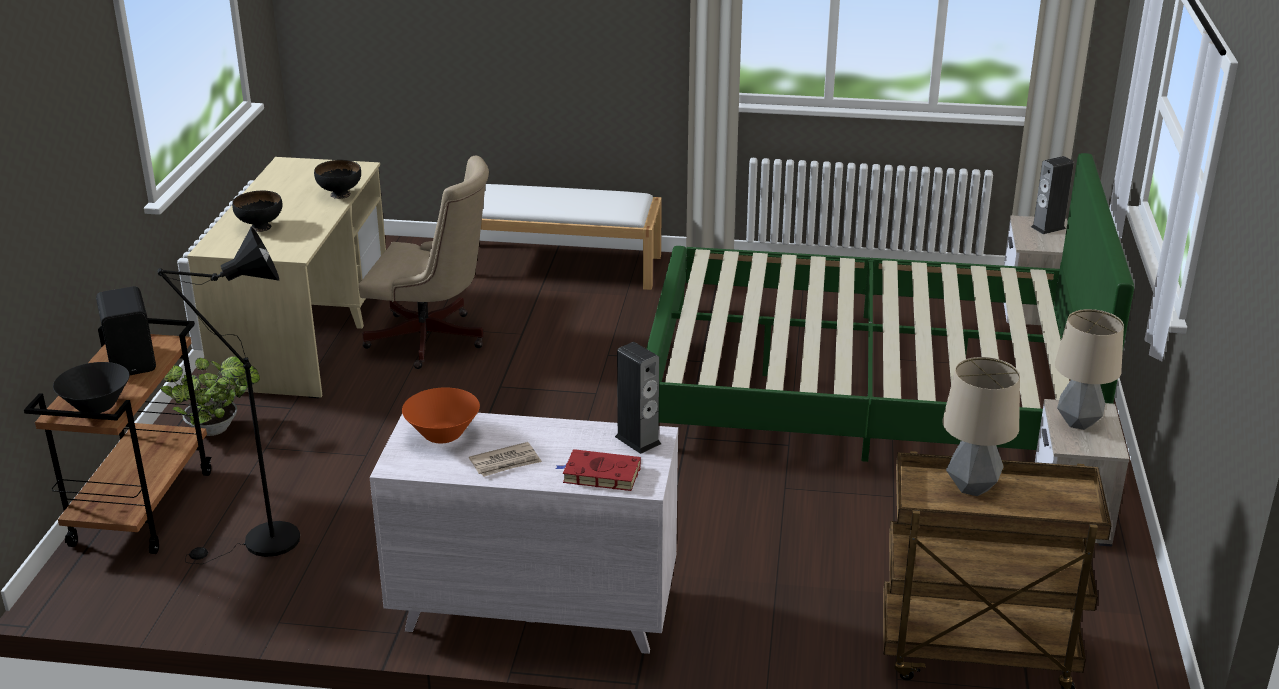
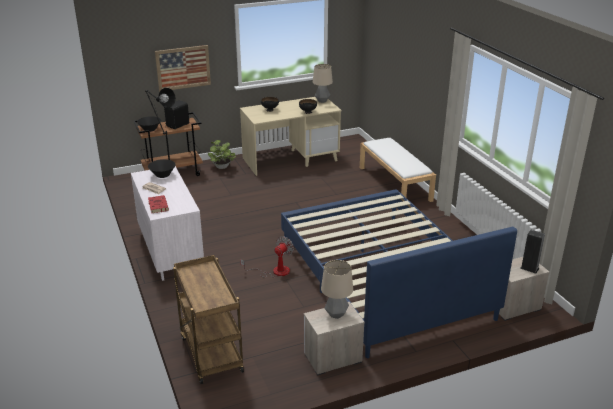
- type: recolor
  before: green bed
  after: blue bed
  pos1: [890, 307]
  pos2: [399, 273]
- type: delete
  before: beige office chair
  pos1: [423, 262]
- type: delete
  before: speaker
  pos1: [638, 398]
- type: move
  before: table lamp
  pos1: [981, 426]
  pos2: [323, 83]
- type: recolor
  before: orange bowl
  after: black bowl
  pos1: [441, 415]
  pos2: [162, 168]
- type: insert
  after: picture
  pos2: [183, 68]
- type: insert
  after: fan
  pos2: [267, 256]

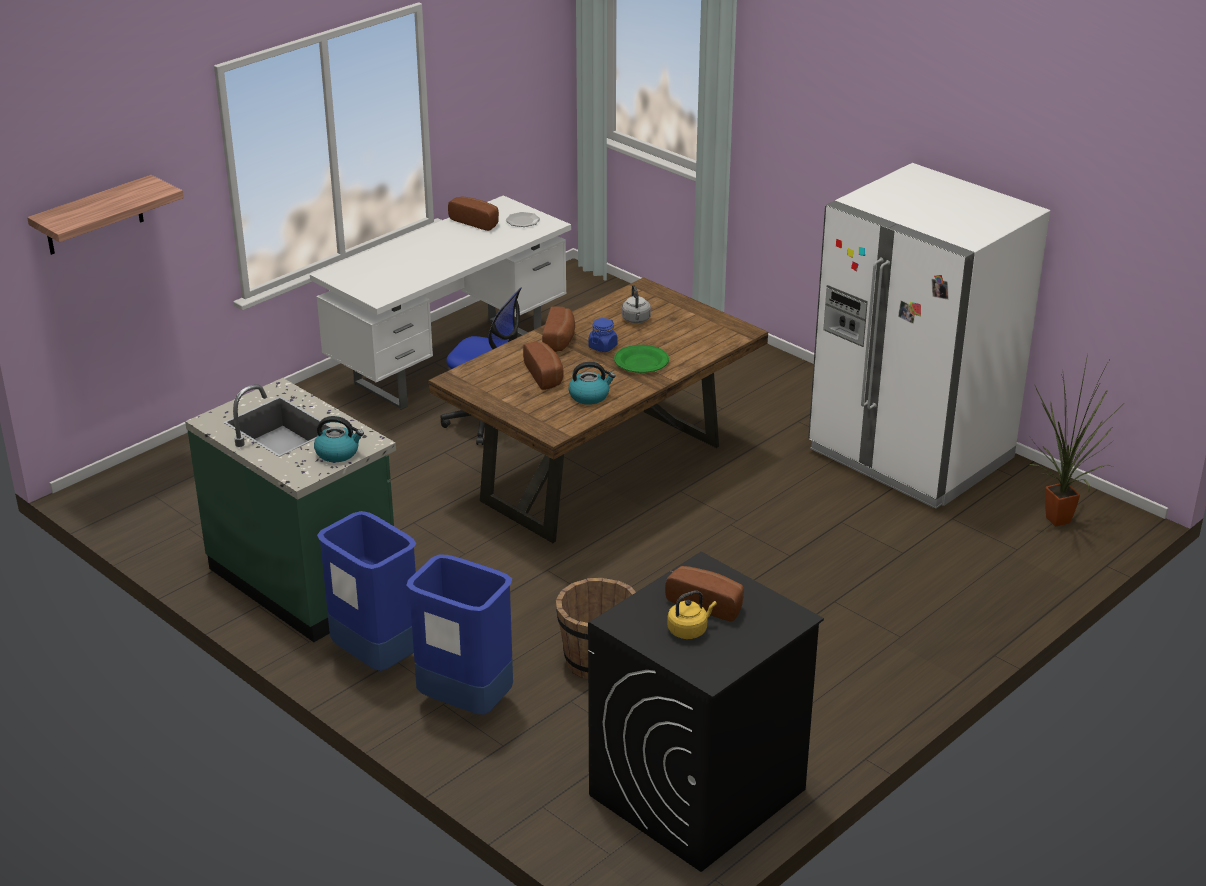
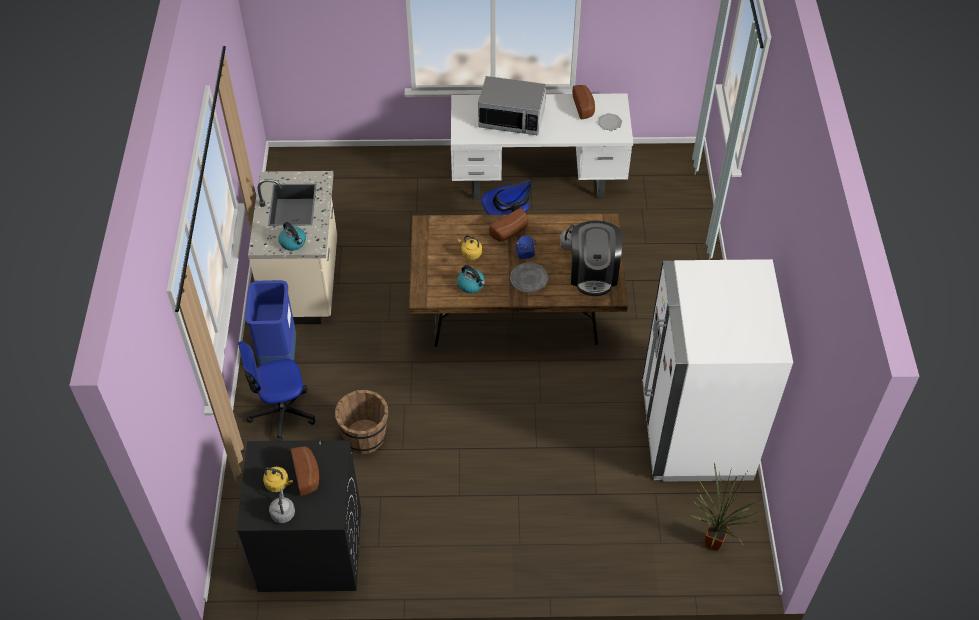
- type: delete
  before: shelf
  pos1: [105, 215]
- type: replace
  before: bread
  after: yellow kettle
  pos1: [543, 366]
  pos2: [469, 247]
- type: recolor
  before: green plate
  after: grey plate
  pos1: [641, 359]
  pos2: [529, 278]
- type: recolor
  before: green counter
  after: beige counter
  pos1: [290, 510]
  pos2: [292, 247]
- type: replace
  before: blue trash can
  after: office chair
  pos1: [459, 634]
  pos2: [276, 391]
- type: insert
  after: microwave
  pos2: [512, 105]
- type: insert
  after: coffee machine
  pos2: [596, 258]
- type: insert
  after: grey kettle
  pos2: [282, 506]

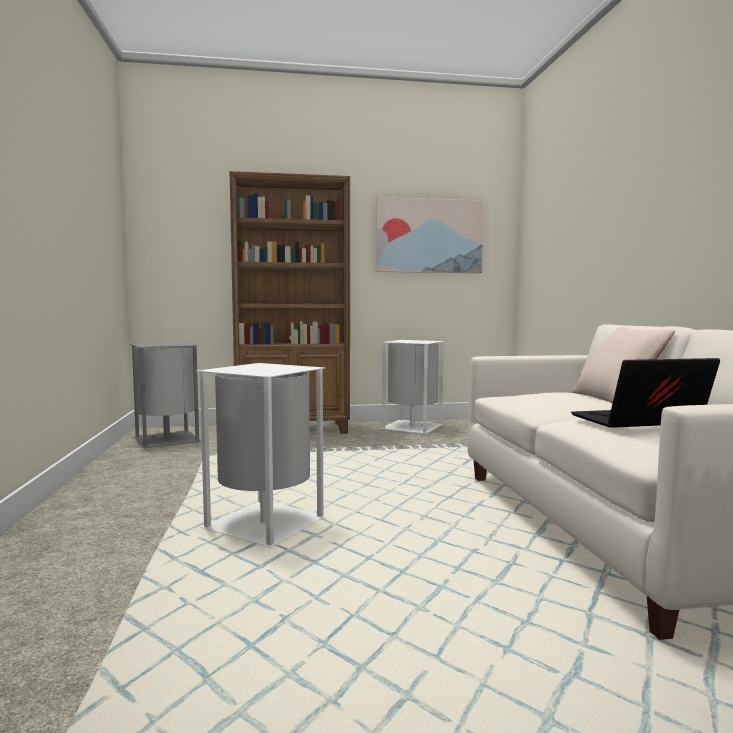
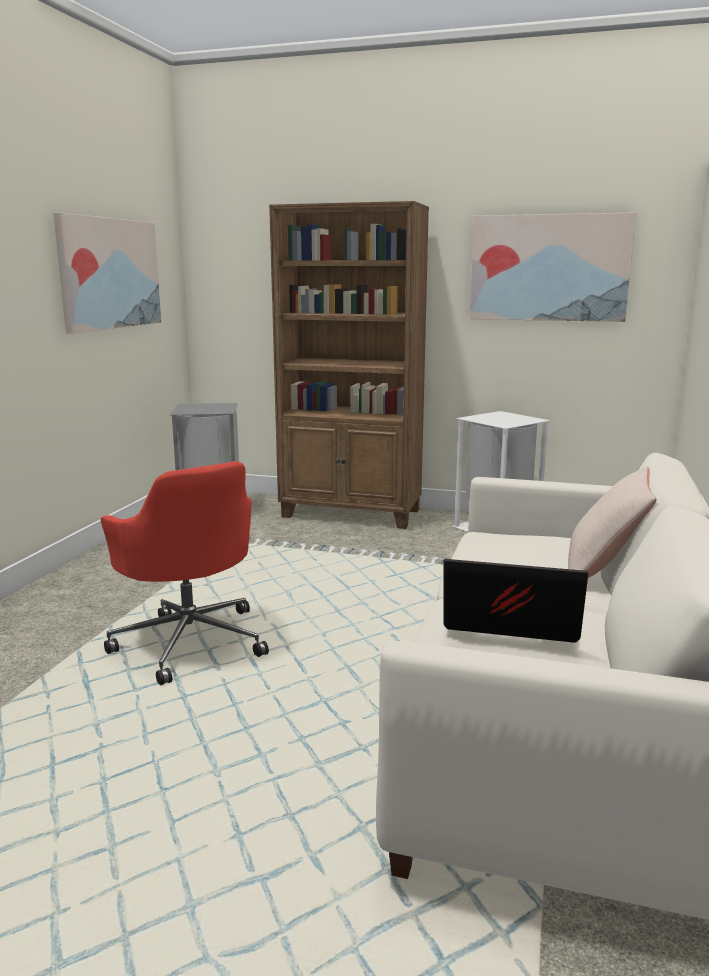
- type: replace
  before: white trash can
  after: red office chair
  pos1: [261, 455]
  pos2: [184, 573]
- type: insert
  after: picture
  pos2: [107, 273]

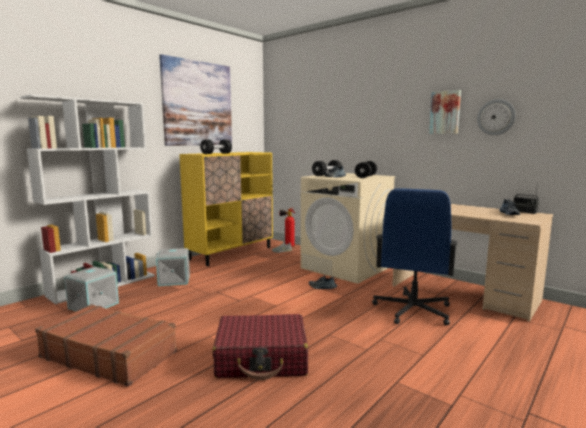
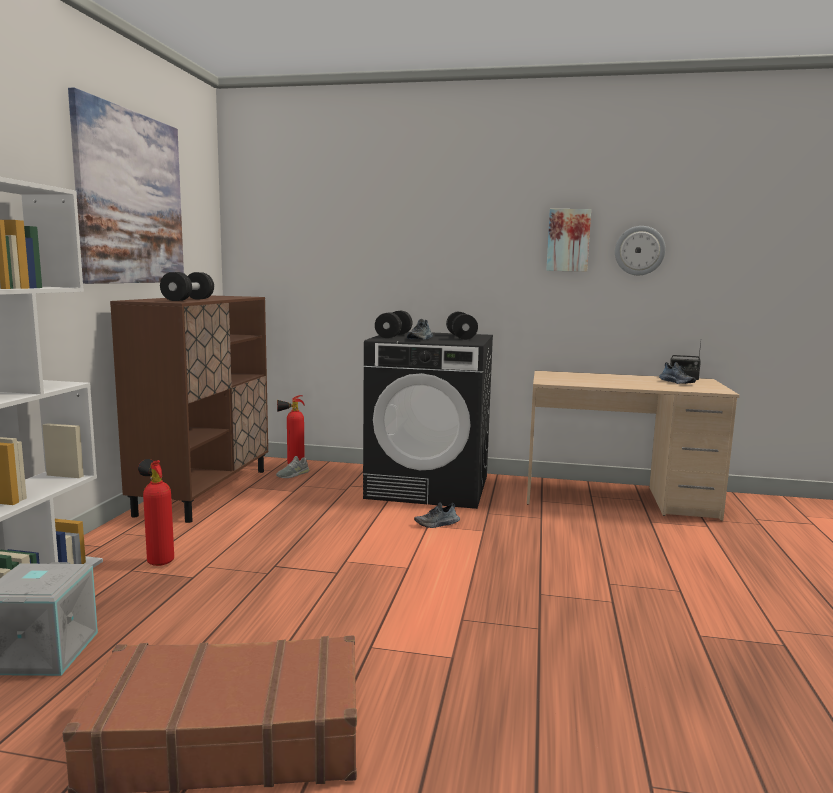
- type: recolor
  before: yellow cabinet
  after: brown cabinet
  pos1: [226, 209]
  pos2: [189, 409]
- type: recolor
  before: beige washing machine
  after: black washing machine
  pos1: [348, 228]
  pos2: [428, 420]
- type: delete
  before: blue office chair
  pos1: [414, 256]
- type: replace
  before: grey storage box
  after: fire extinguisher
  pos1: [173, 267]
  pos2: [156, 512]
- type: delete
  before: red suitcase
  pos1: [260, 347]

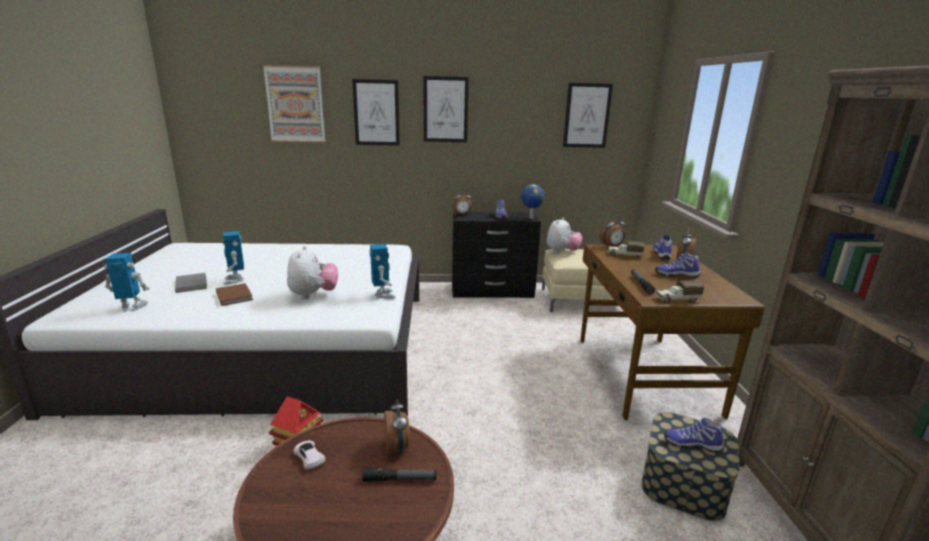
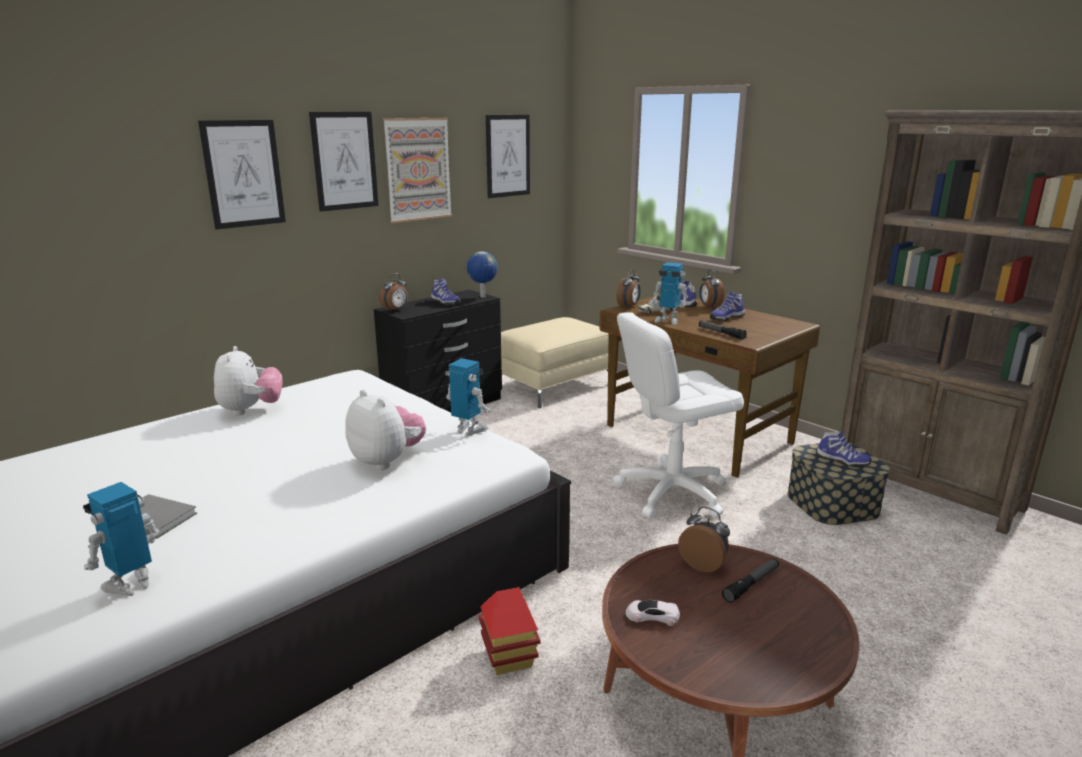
- type: move
  before: picture
  pos1: [294, 104]
  pos2: [417, 170]
- type: move
  before: plush toy
  pos1: [564, 235]
  pos2: [248, 381]
- type: move
  before: toy robot
  pos1: [233, 258]
  pos2: [669, 293]
- type: delete
  before: toy truck
  pos1: [679, 291]
- type: delete
  before: brown book
  pos1: [234, 294]
- type: rotate
  before: shoe
  pos1: [694, 435]
  pos2: [844, 449]
  turn: -120
- type: insert
  after: white office chair
  pos2: [678, 415]

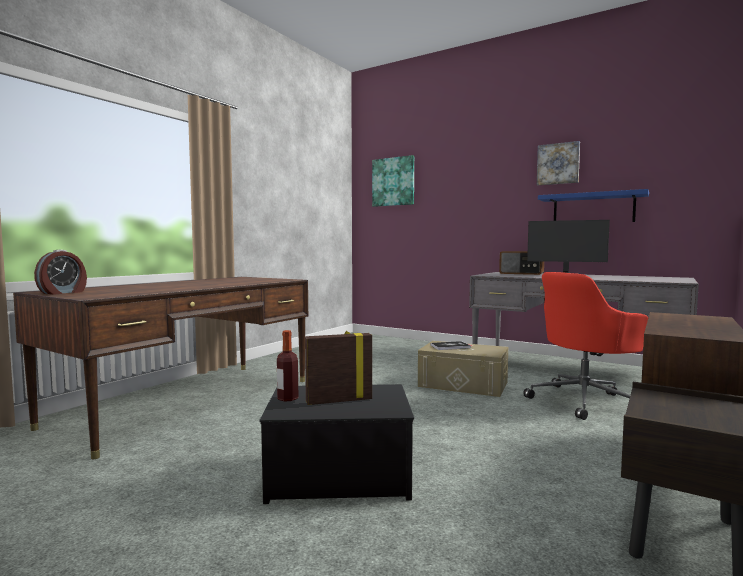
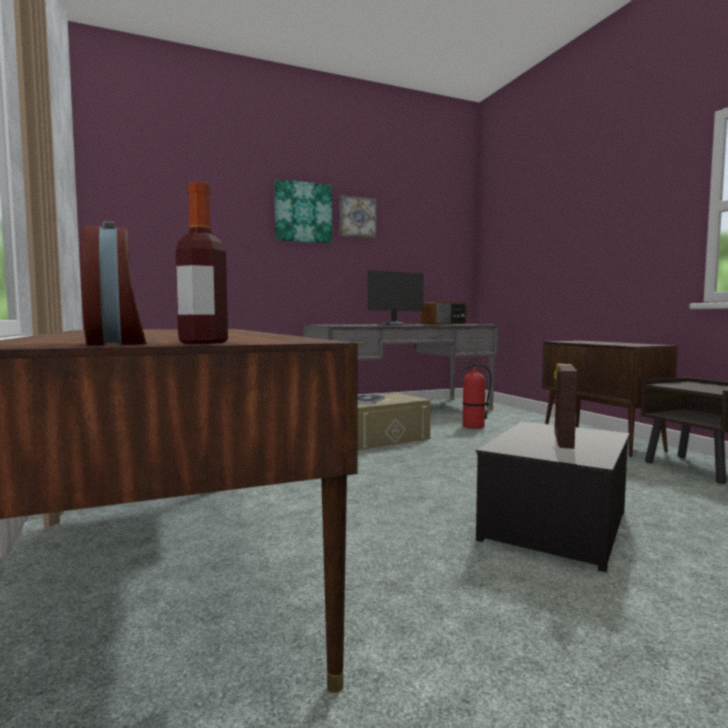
- type: move
  before: picture
  pos1: [393, 181]
  pos2: [303, 211]
- type: delete
  before: blue shelf
  pos1: [593, 205]
- type: move
  before: radio
  pos1: [521, 263]
  pos2: [444, 313]
- type: replace
  before: red office chair
  after: fire extinguisher
  pos1: [585, 346]
  pos2: [475, 395]
- type: move
  before: bottle
  pos1: [287, 366]
  pos2: [201, 262]

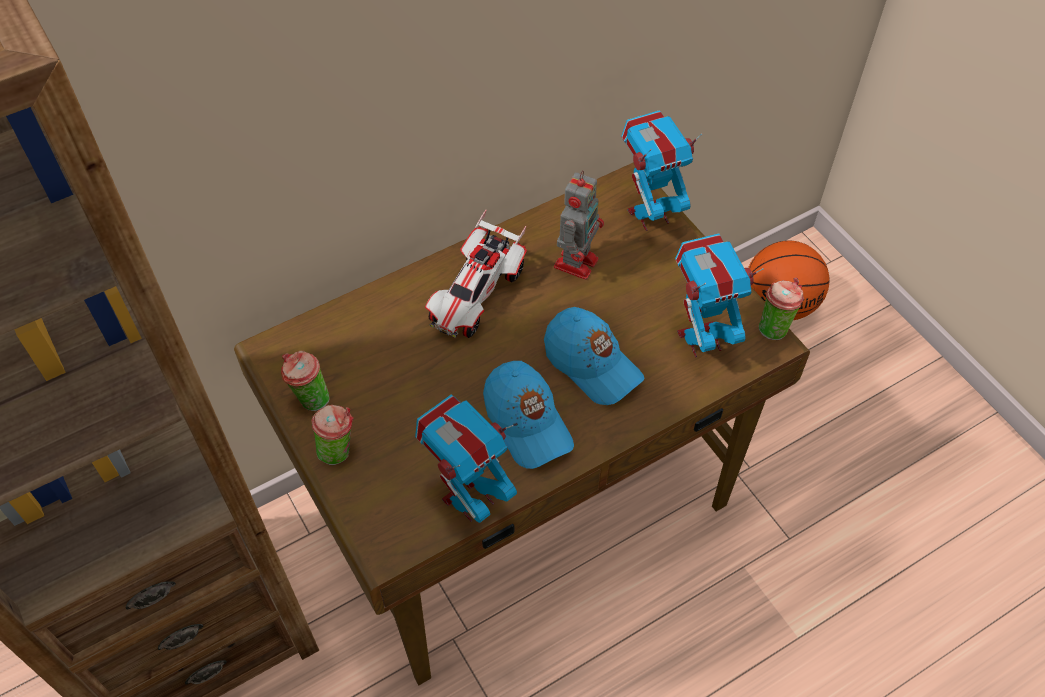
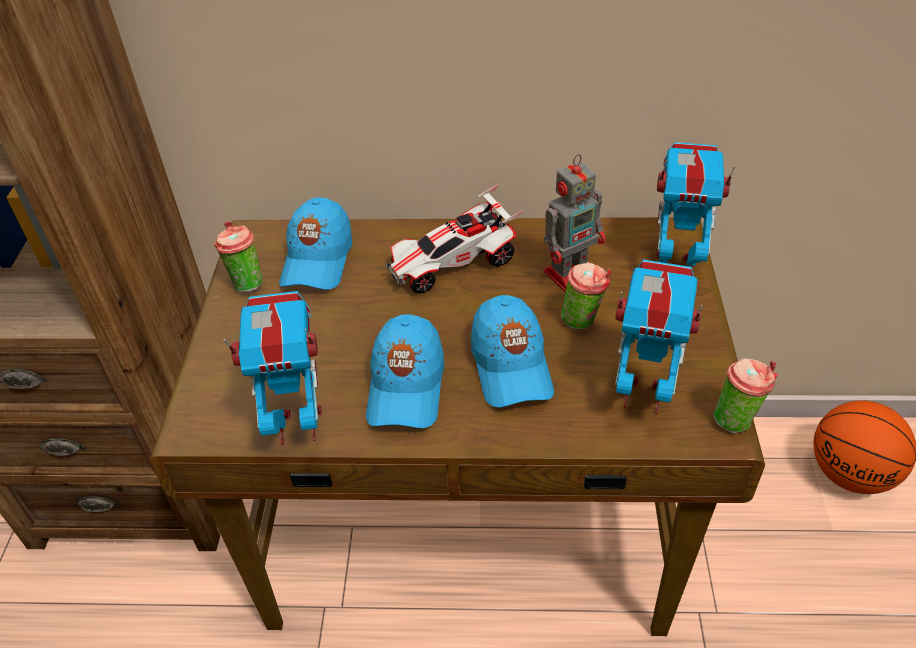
- type: move
  before: cup
  pos1: [332, 435]
  pos2: [586, 296]
- type: insert
  after: blue cap
  pos2: [315, 243]

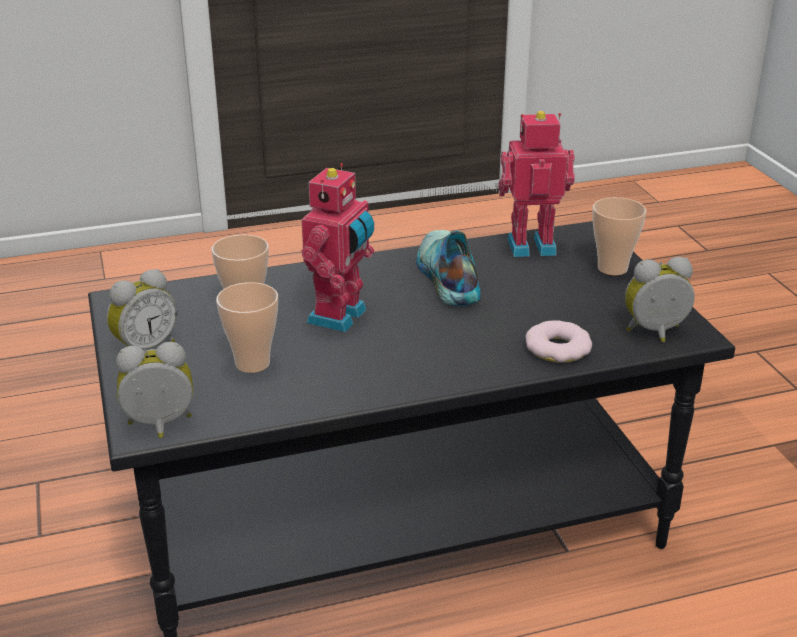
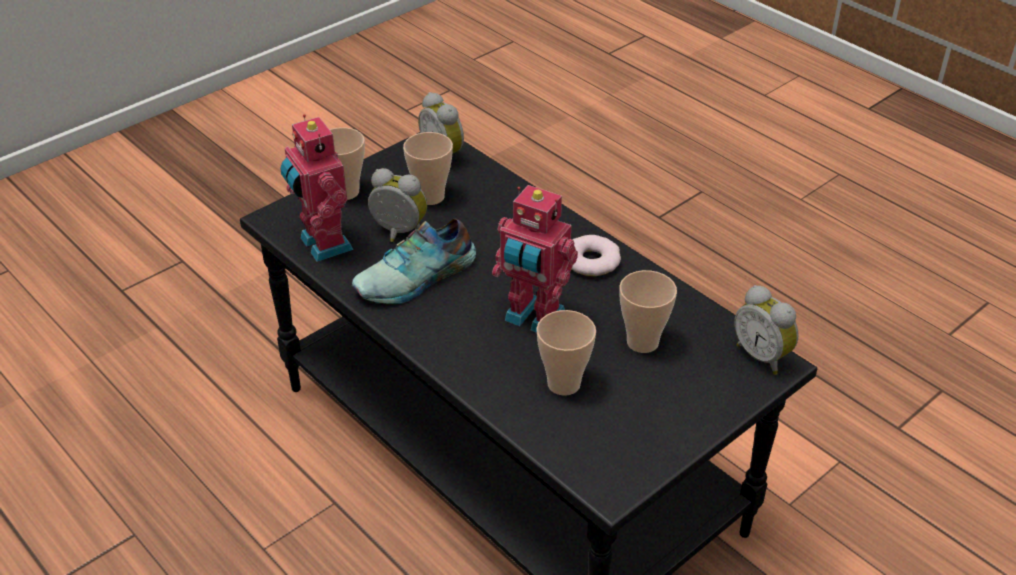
- type: rotate
  before: toy robot
  pos1: [337, 247]
  pos2: [535, 259]
  turn: -150
- type: move
  before: alarm clock
  pos1: [142, 309]
  pos2: [397, 205]
- type: move
  before: donut
  pos1: [559, 341]
  pos2: [596, 255]
- type: insert
  after: cup
  pos2: [428, 168]

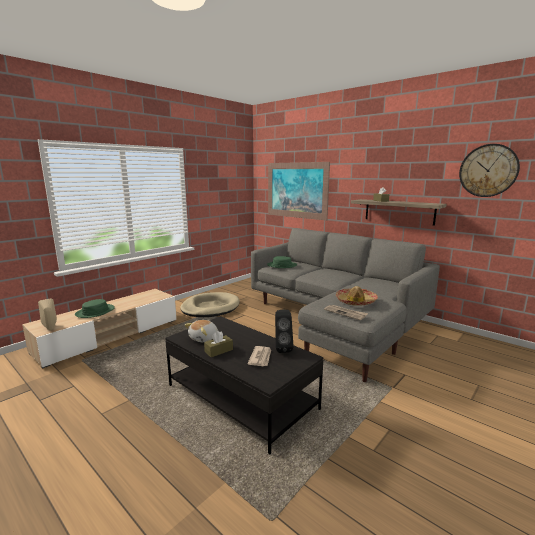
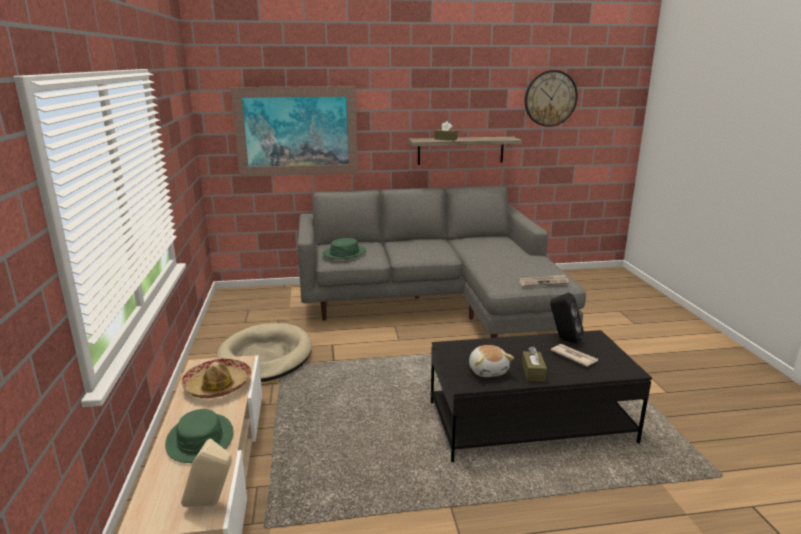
- type: move
  before: hat
  pos1: [357, 296]
  pos2: [216, 378]

